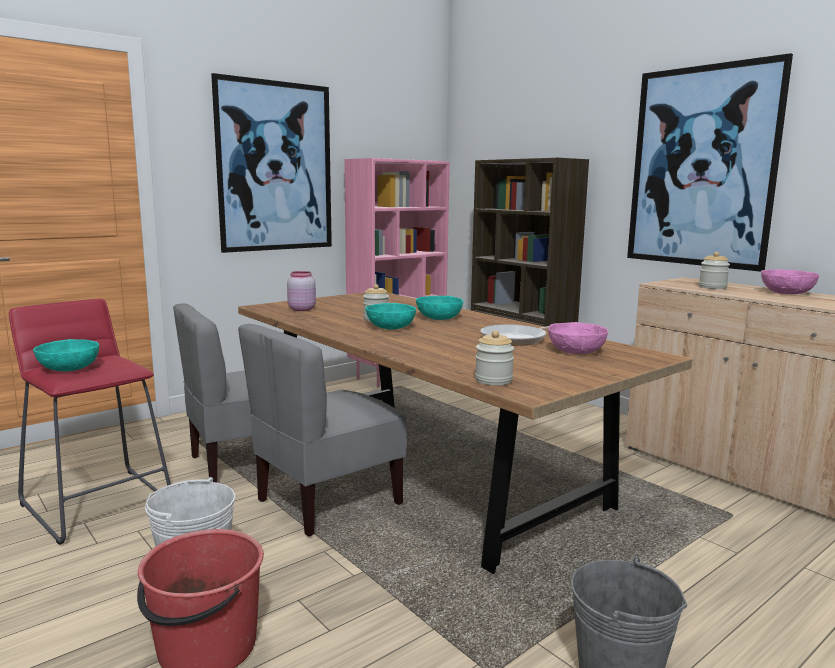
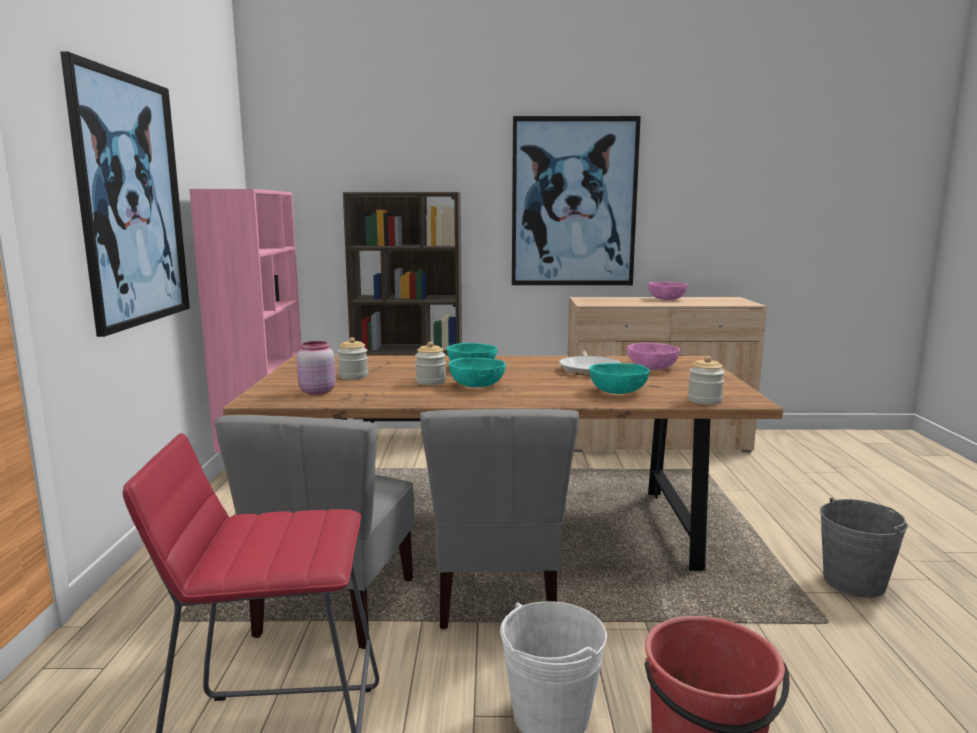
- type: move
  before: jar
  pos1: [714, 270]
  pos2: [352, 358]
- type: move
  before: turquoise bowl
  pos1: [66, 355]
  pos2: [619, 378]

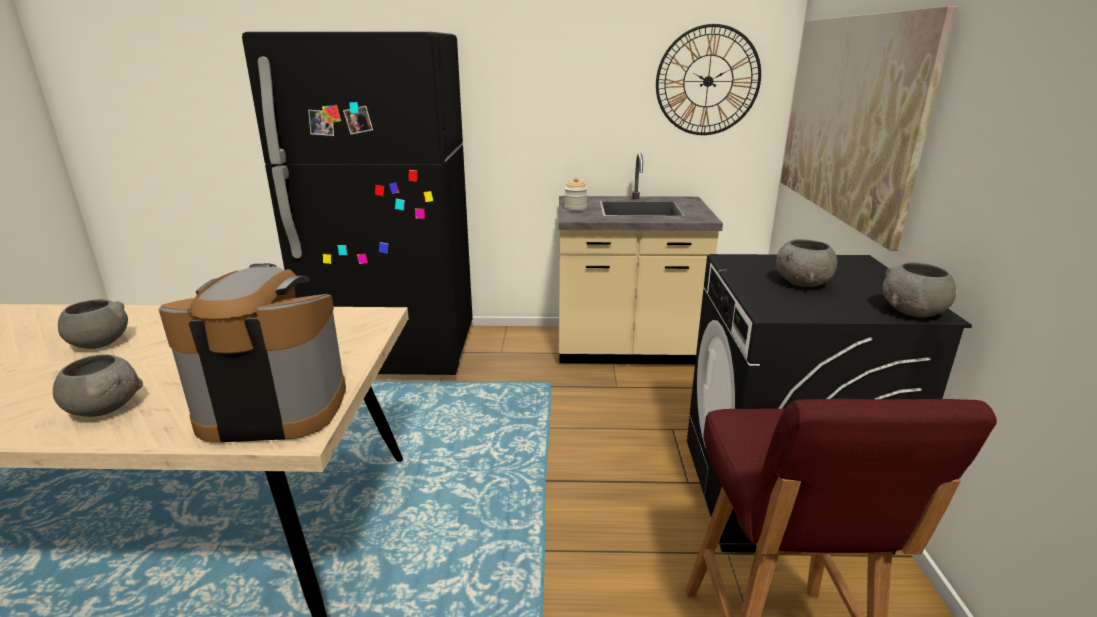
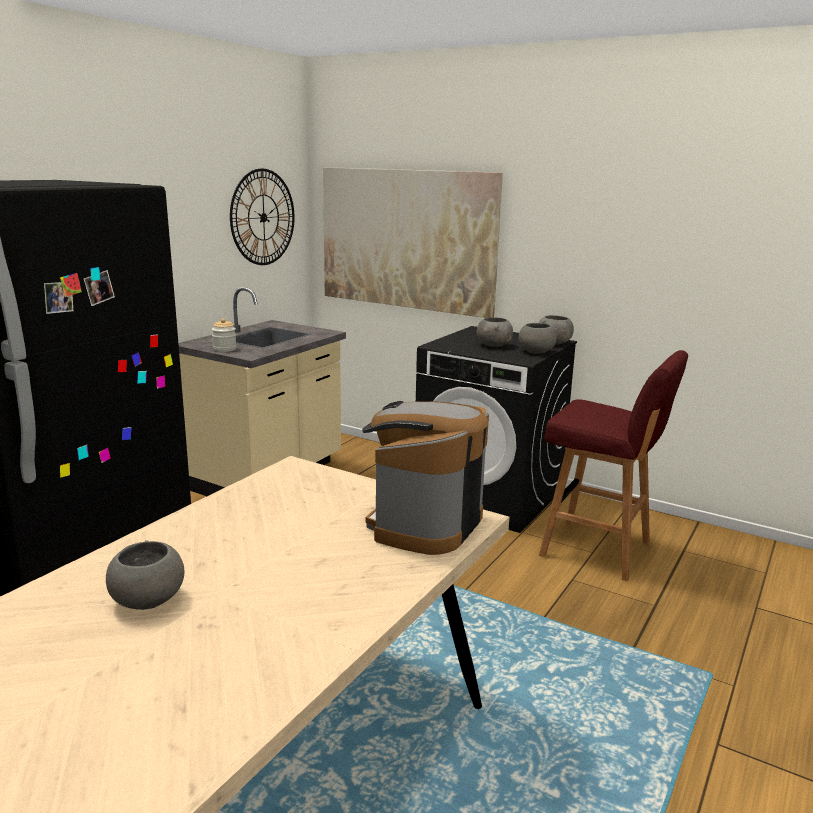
- type: move
  before: grey bowl
  pos1: [98, 385]
  pos2: [538, 338]

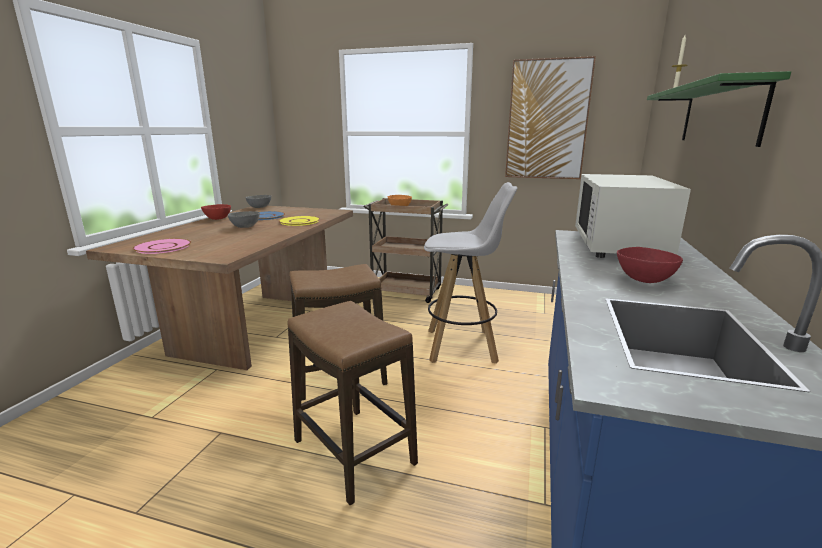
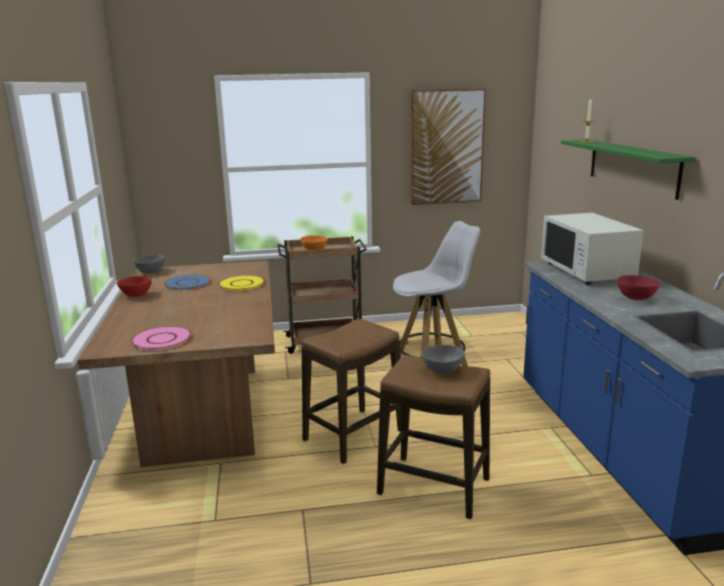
- type: move
  before: grey bowl
  pos1: [244, 219]
  pos2: [443, 359]

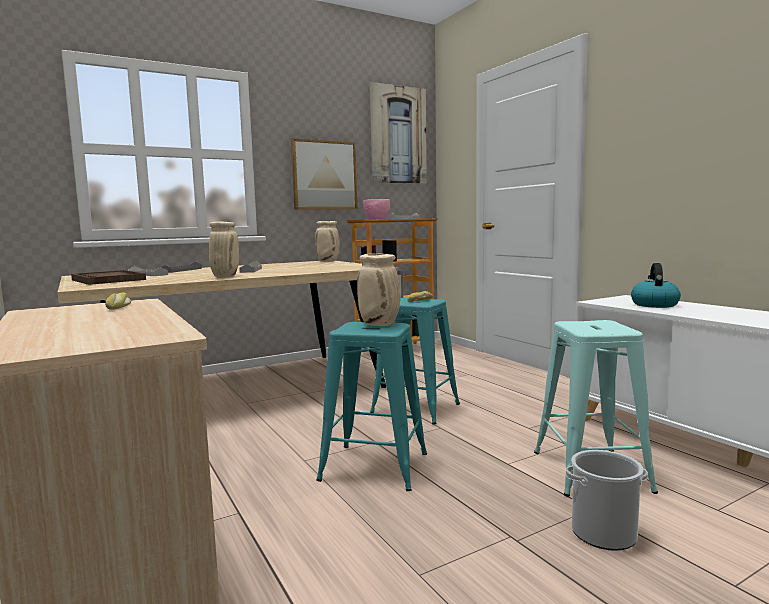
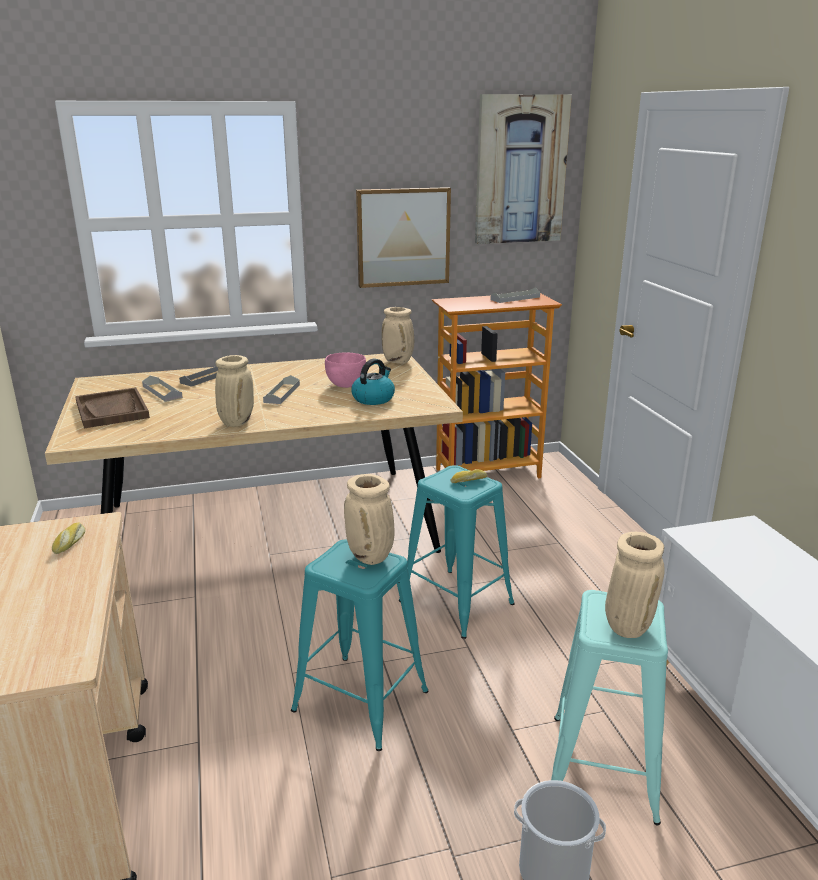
- type: move
  before: pink bowl
  pos1: [376, 209]
  pos2: [345, 370]
- type: move
  before: kettle
  pos1: [656, 285]
  pos2: [373, 382]
- type: insert
  after: beige vase
  pos2: [635, 585]

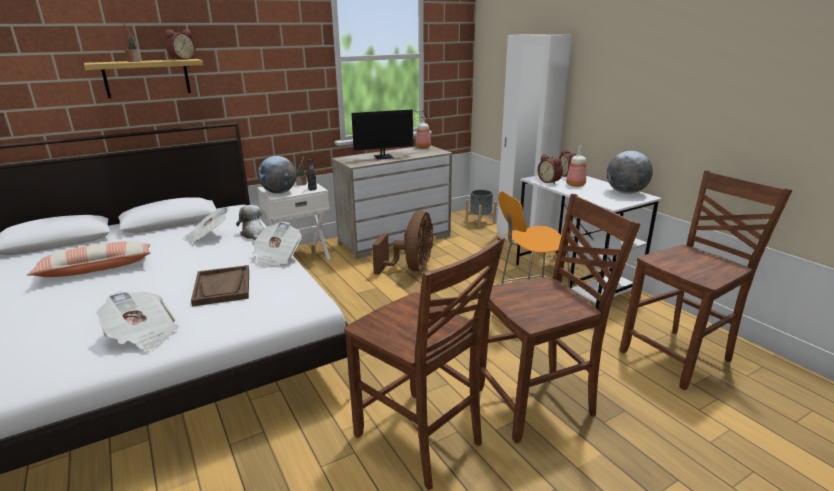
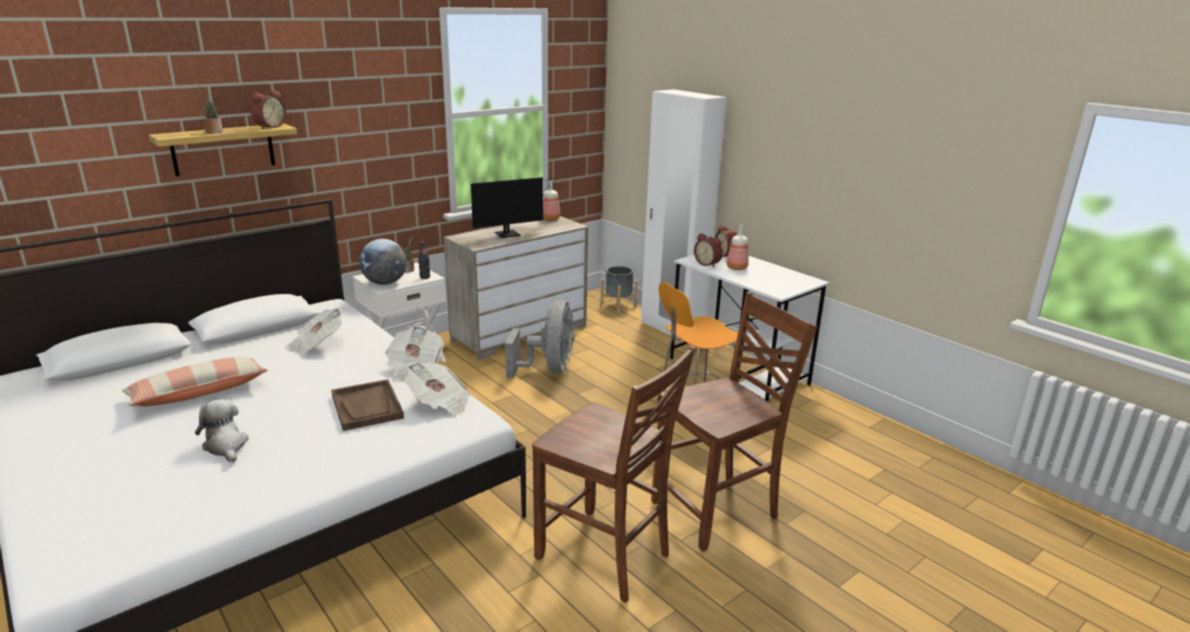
- type: delete
  before: globe
  pos1: [630, 172]
- type: delete
  before: brown chair
  pos1: [706, 280]
- type: move
  before: plush toy
  pos1: [250, 223]
  pos2: [222, 431]
- type: recolor
  before: brown fan
  after: grey fan
  pos1: [402, 243]
  pos2: [540, 339]
- type: move
  before: newspaper
  pos1: [137, 321]
  pos2: [437, 388]

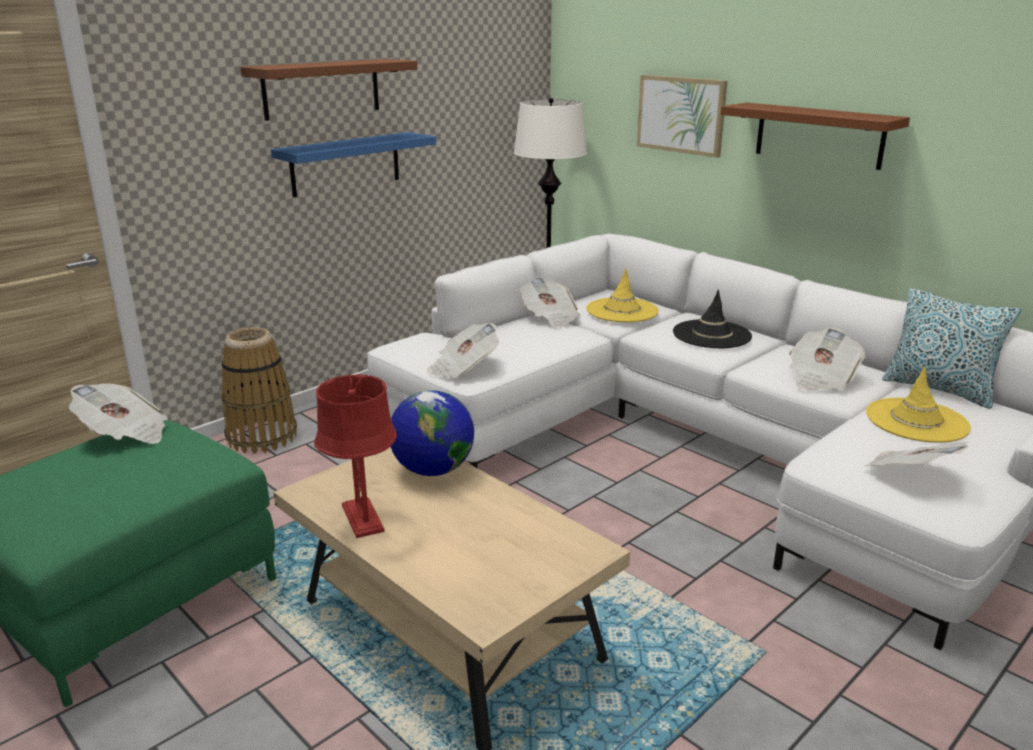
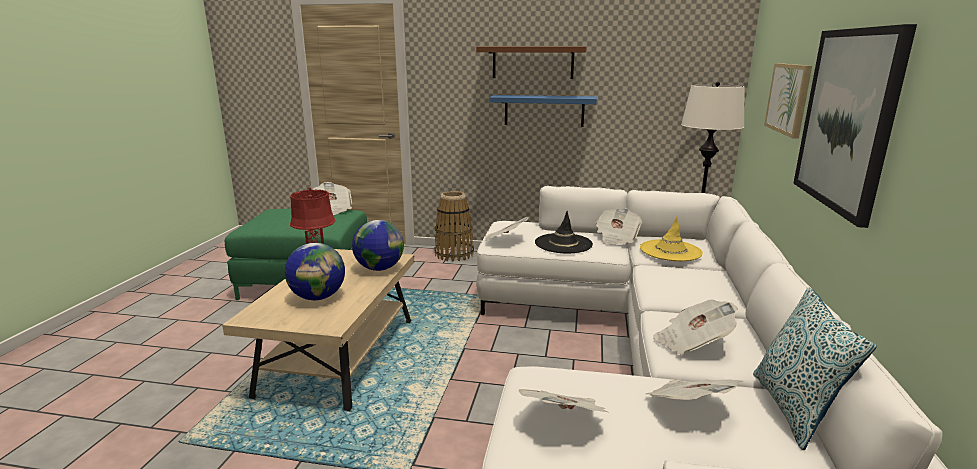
- type: replace
  before: brown shelf
  after: picture
  pos1: [815, 136]
  pos2: [855, 126]
- type: move
  before: black hat
  pos1: [712, 318]
  pos2: [564, 232]
- type: replace
  before: yellow hat
  after: newspaper
  pos1: [918, 405]
  pos2: [694, 389]
- type: insert
  after: globe
  pos2: [315, 271]

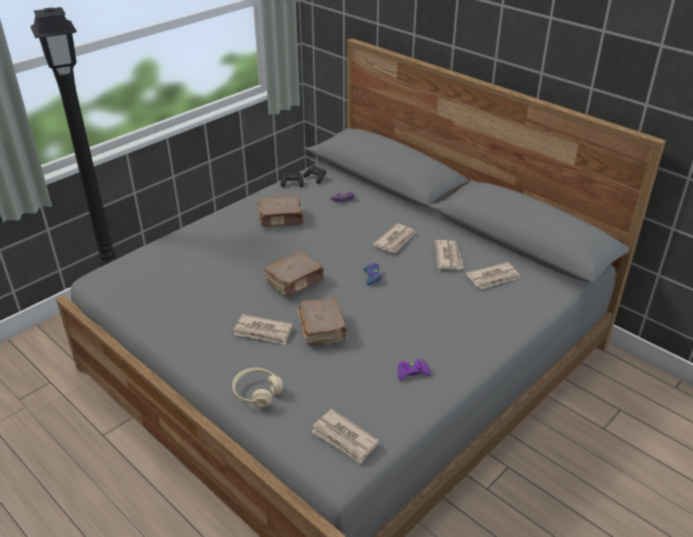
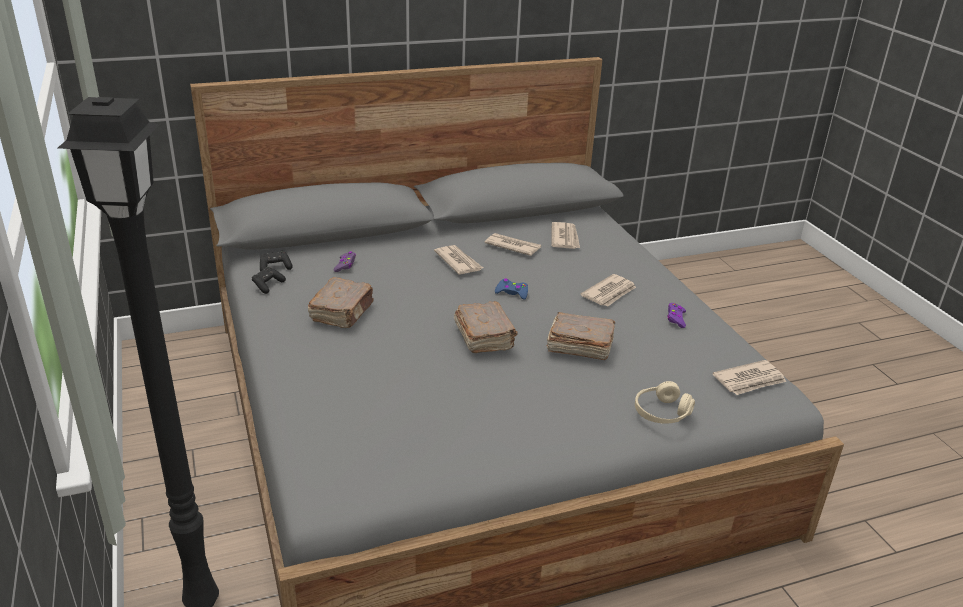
- type: move
  before: newspaper
  pos1: [262, 329]
  pos2: [608, 290]

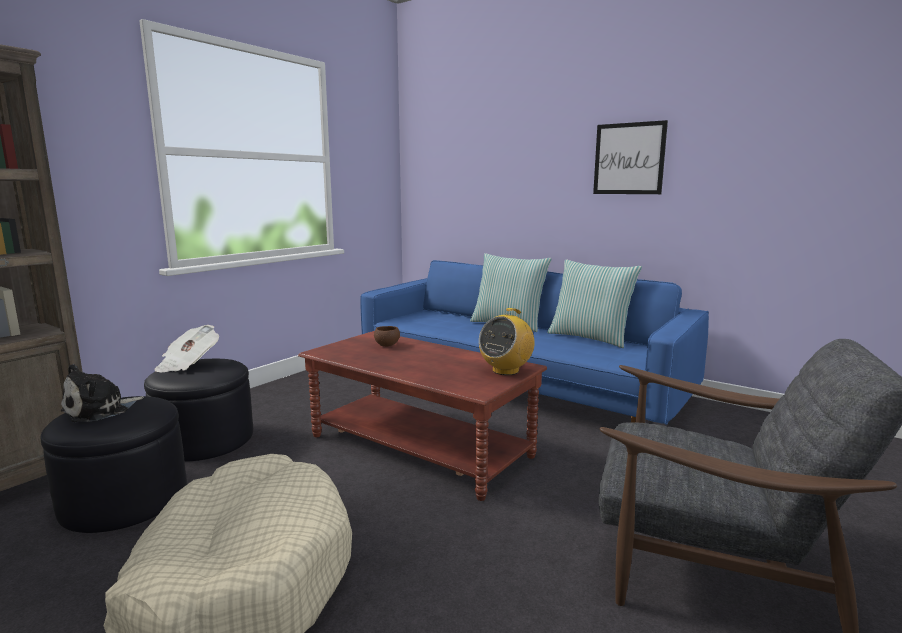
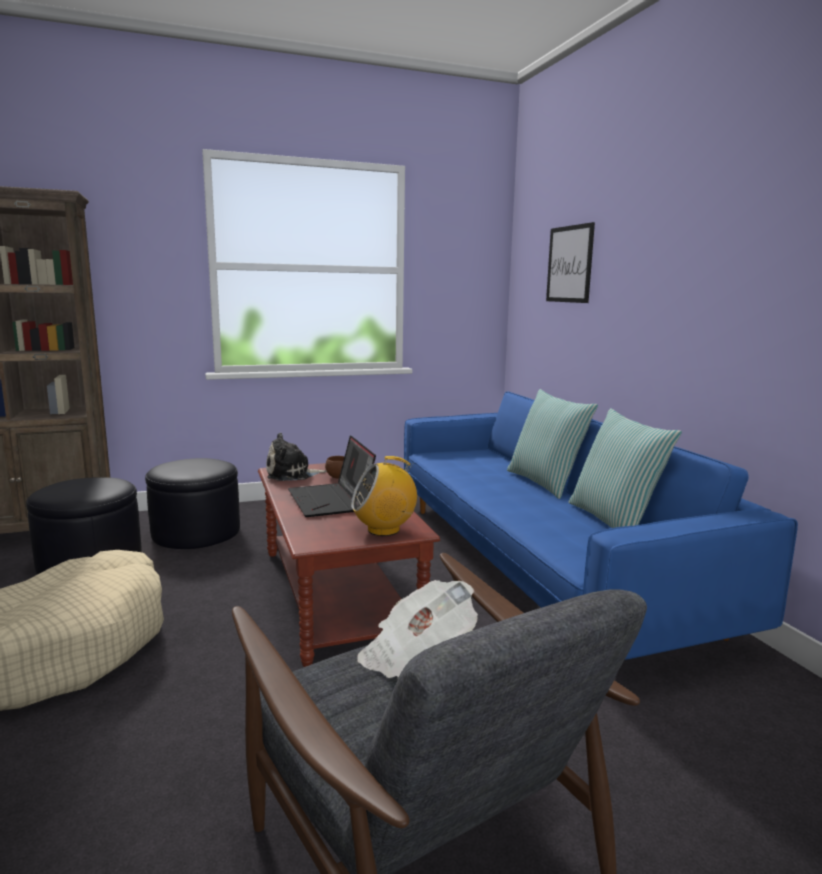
- type: move
  before: picture
  pos1: [630, 157]
  pos2: [570, 262]
- type: move
  before: newspaper
  pos1: [186, 348]
  pos2: [417, 630]
- type: move
  before: plush toy
  pos1: [102, 393]
  pos2: [296, 457]
- type: insert
  after: laptop
  pos2: [332, 476]

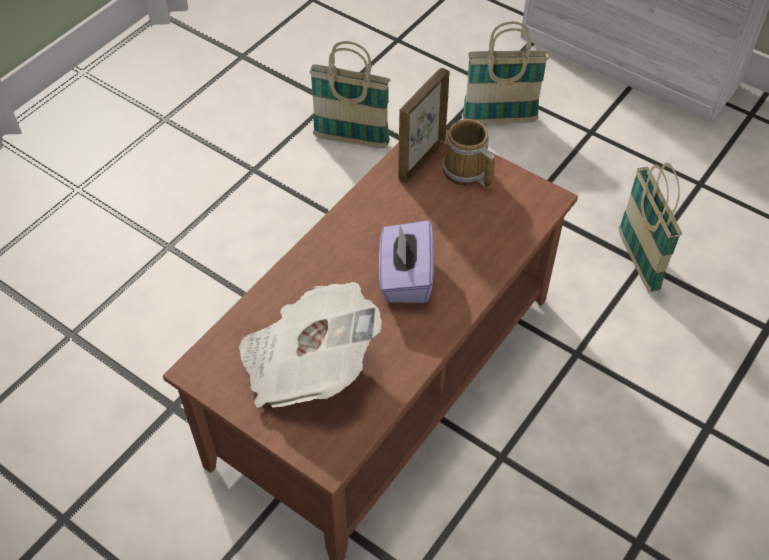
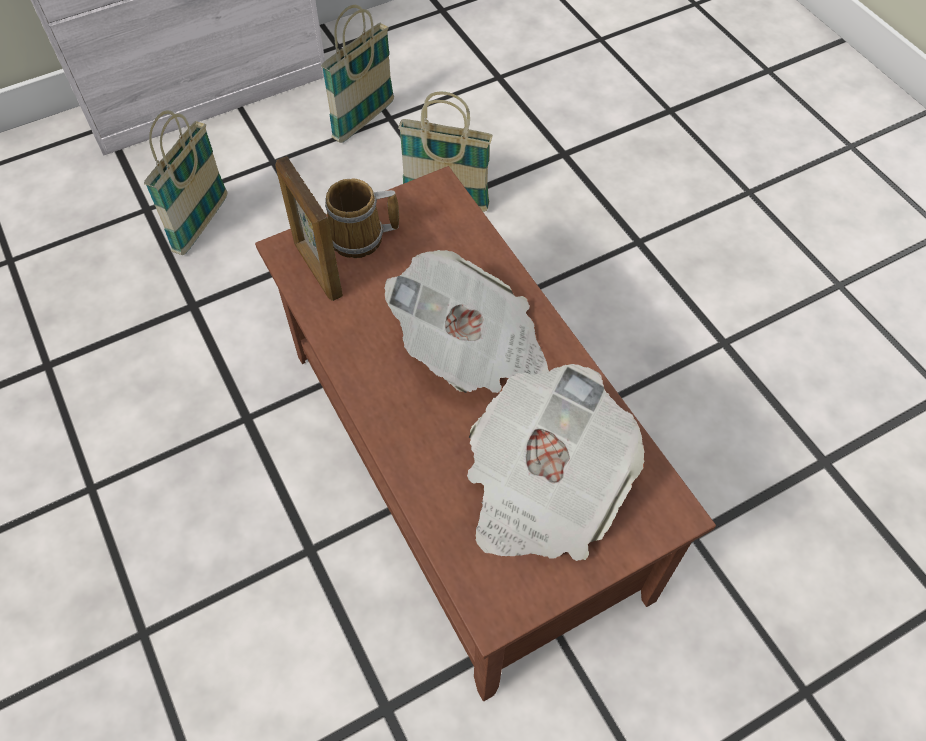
- type: move
  before: basket
  pos1: [350, 94]
  pos2: [357, 74]
- type: replace
  before: purple tissue box
  after: newspaper
  pos1: [406, 261]
  pos2: [466, 321]

